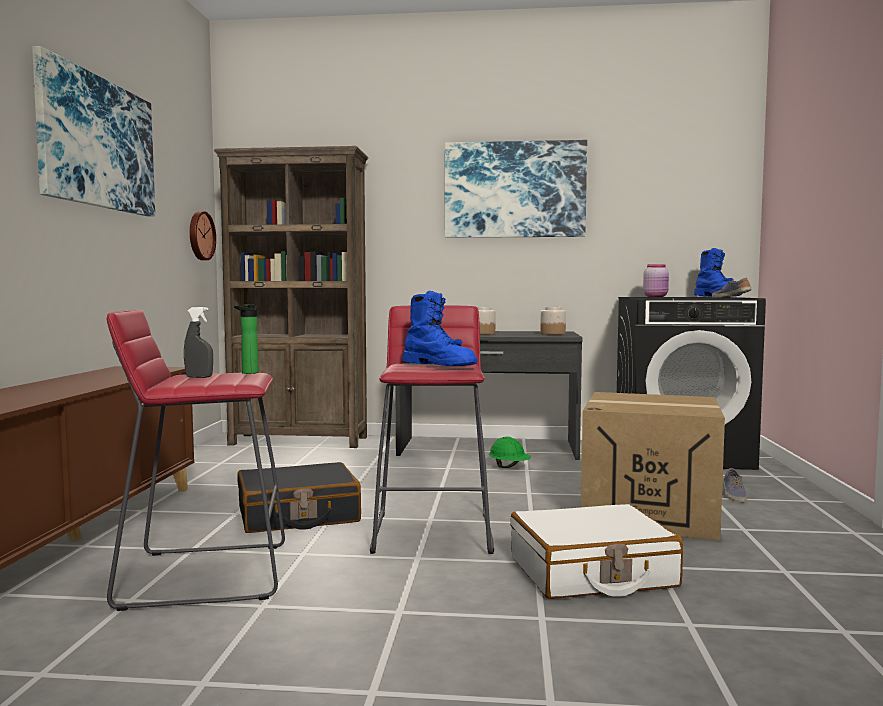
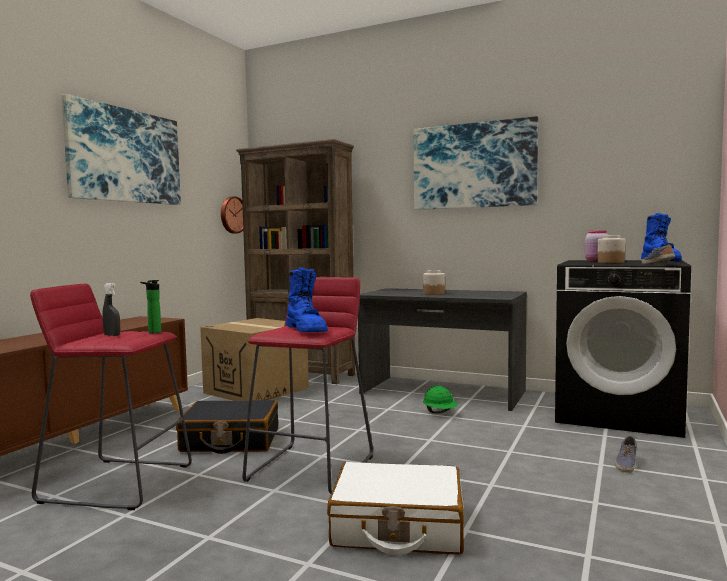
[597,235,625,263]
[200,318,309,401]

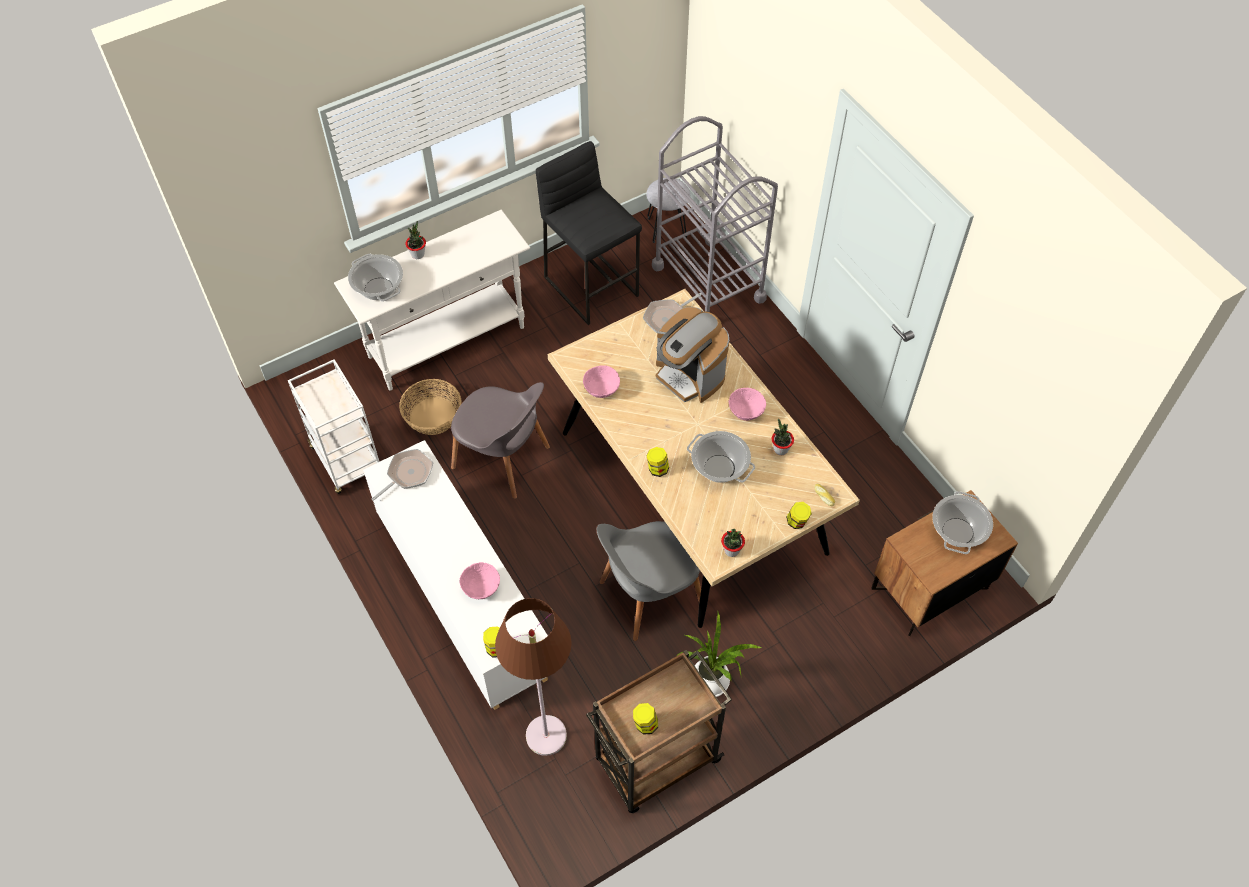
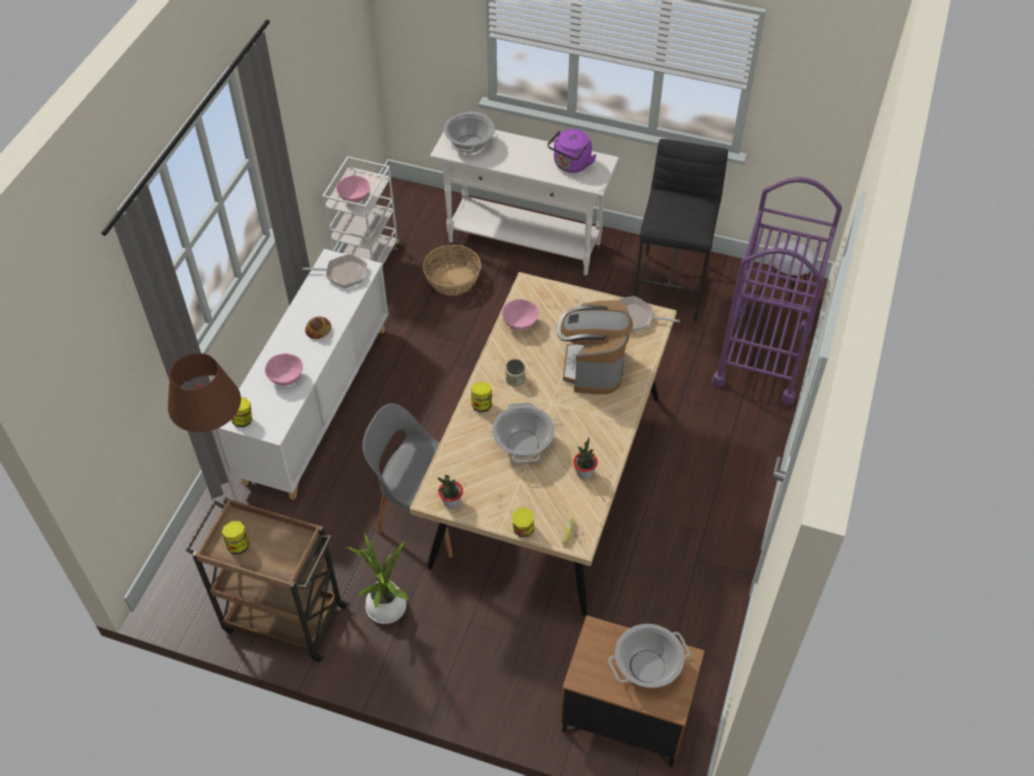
[712,177,842,404]
[405,221,426,259] (first image)
[451,382,550,499] (first image)
[336,176,370,203]
[548,129,597,173]
[305,316,332,339]
[505,359,525,386]

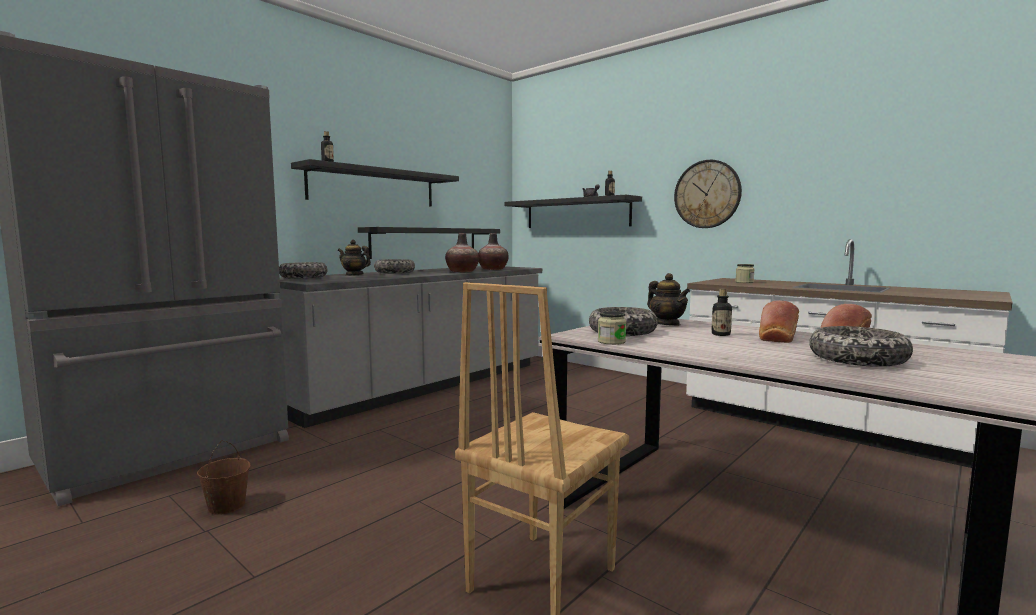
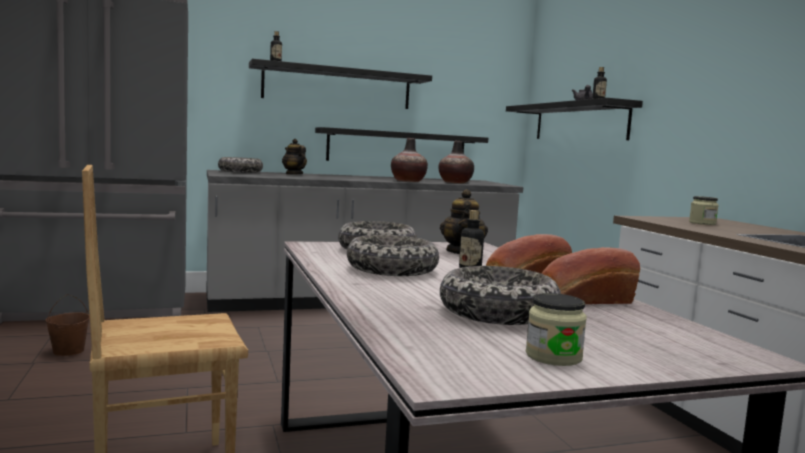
[674,160,742,228] (first image)
[347,235,439,276]
[526,293,587,366]

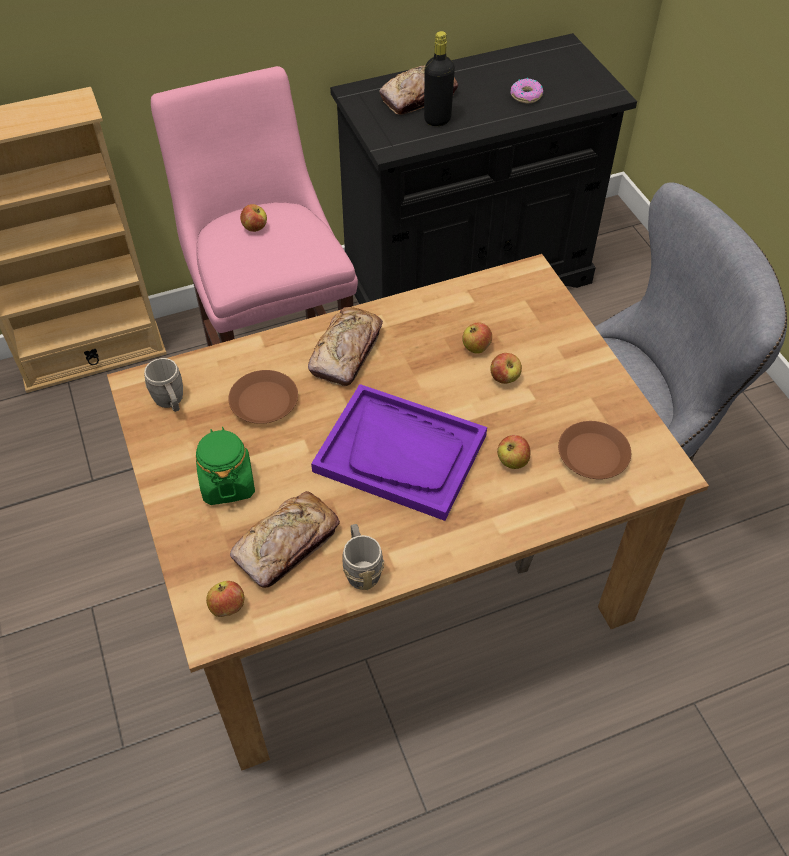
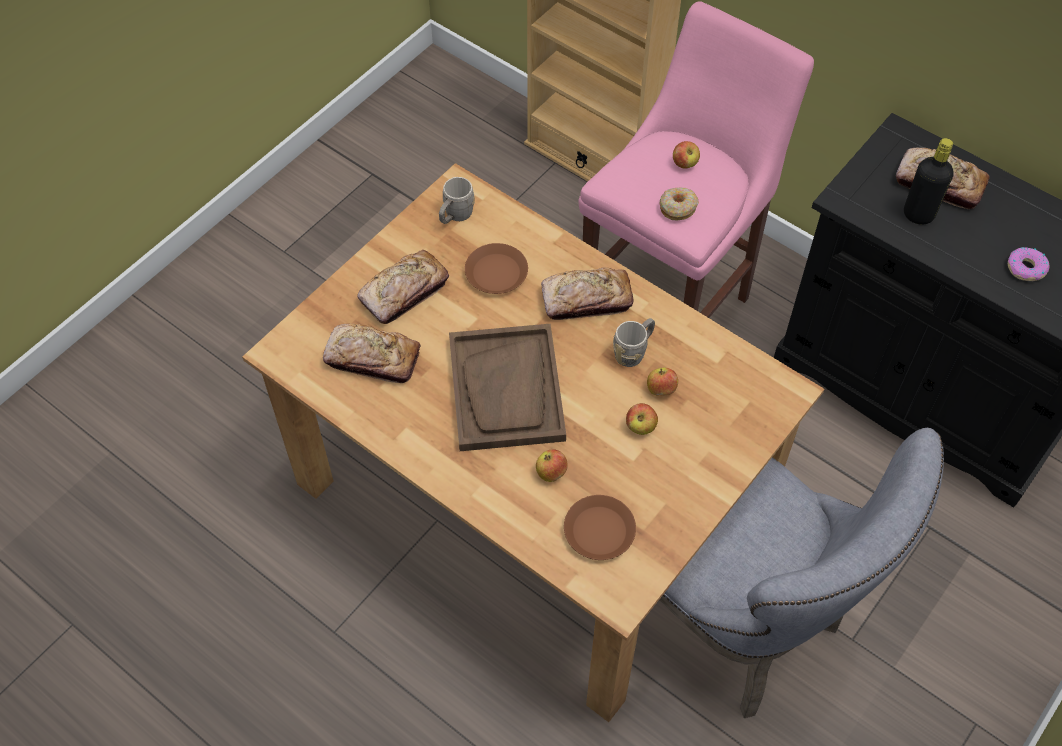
[449,324,566,451]
[357,250,449,324]
[613,318,655,367]
[206,581,244,617] (first image)
[660,188,699,221]

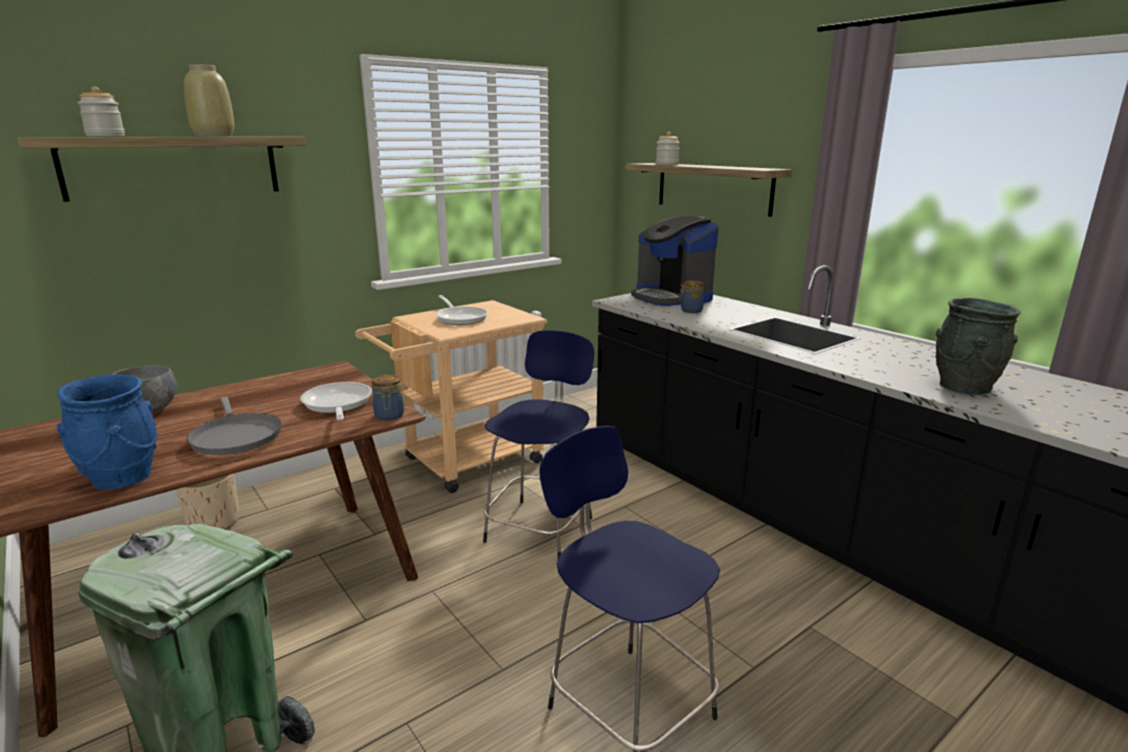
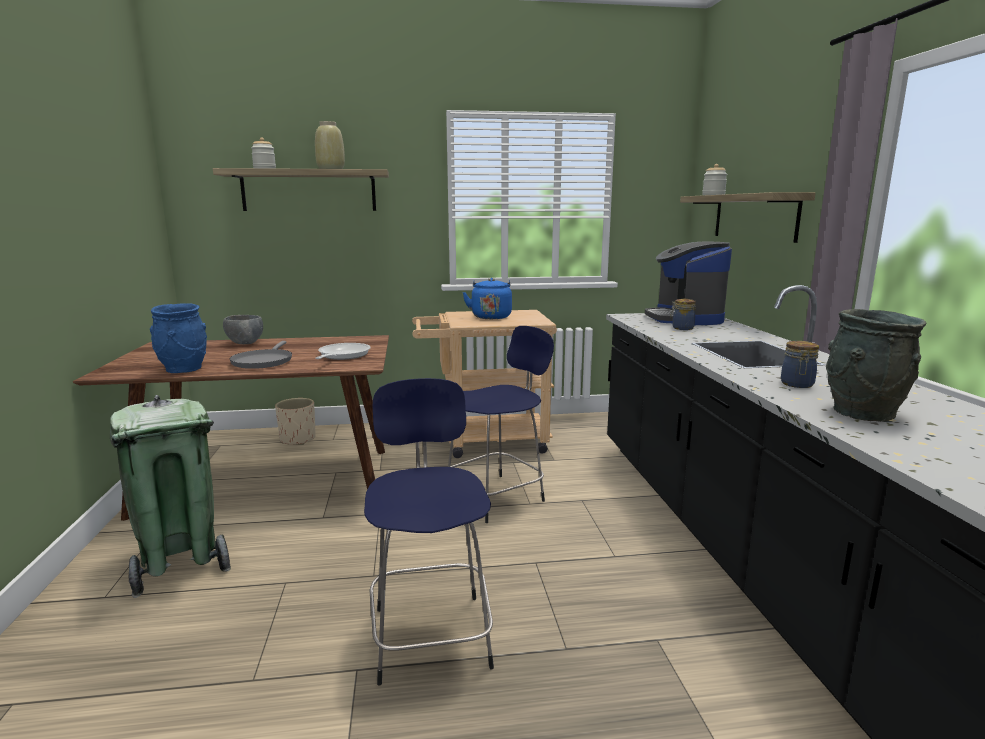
[462,278,512,319]
[781,341,819,388]

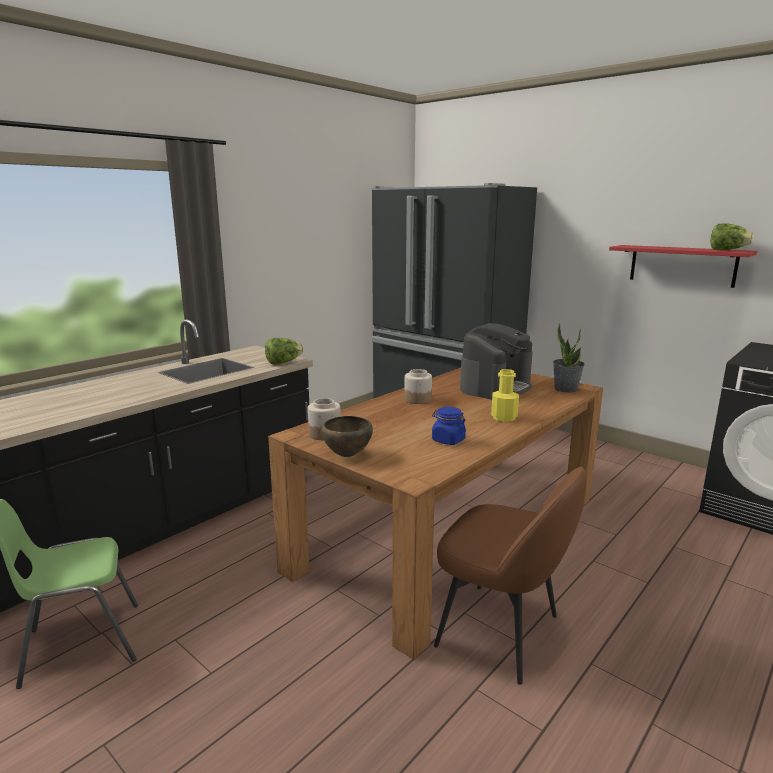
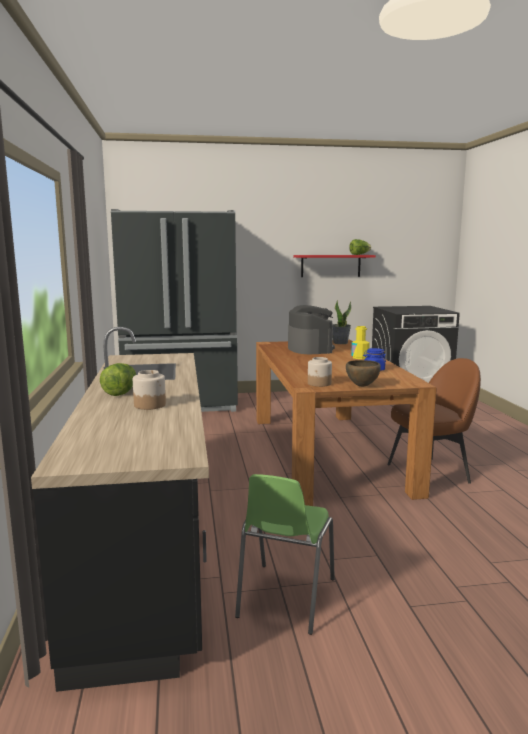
[100,363,136,396]
[133,370,166,410]

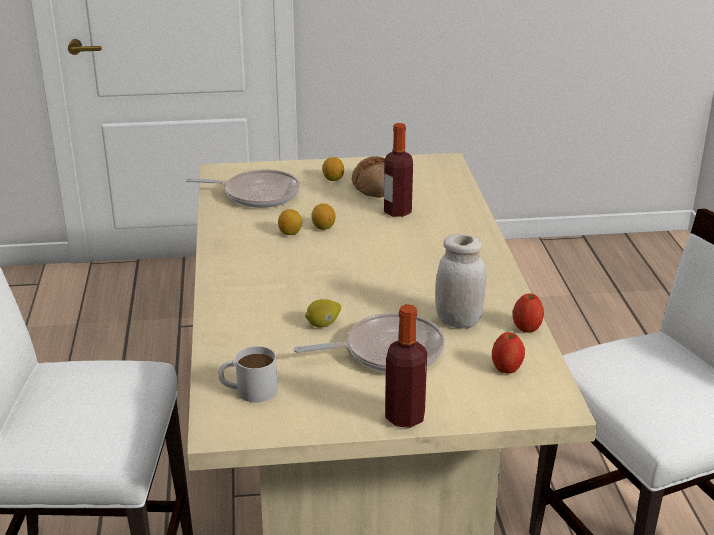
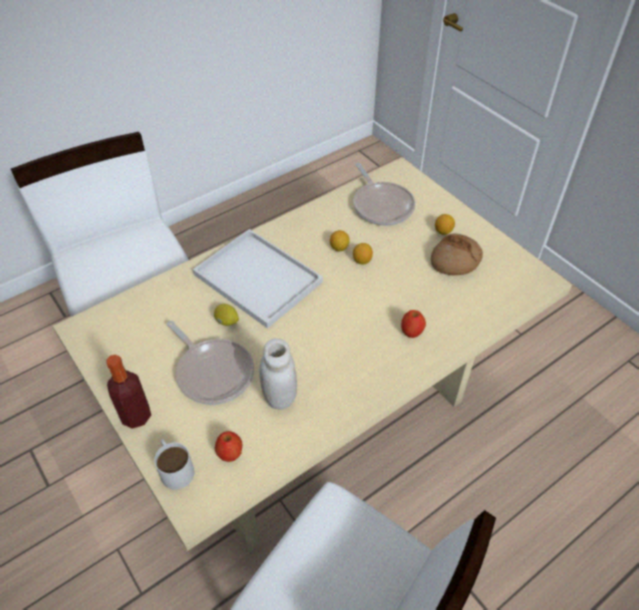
[384,123,413,217] (first image)
[401,310,426,338]
[154,439,194,490]
[193,229,323,329]

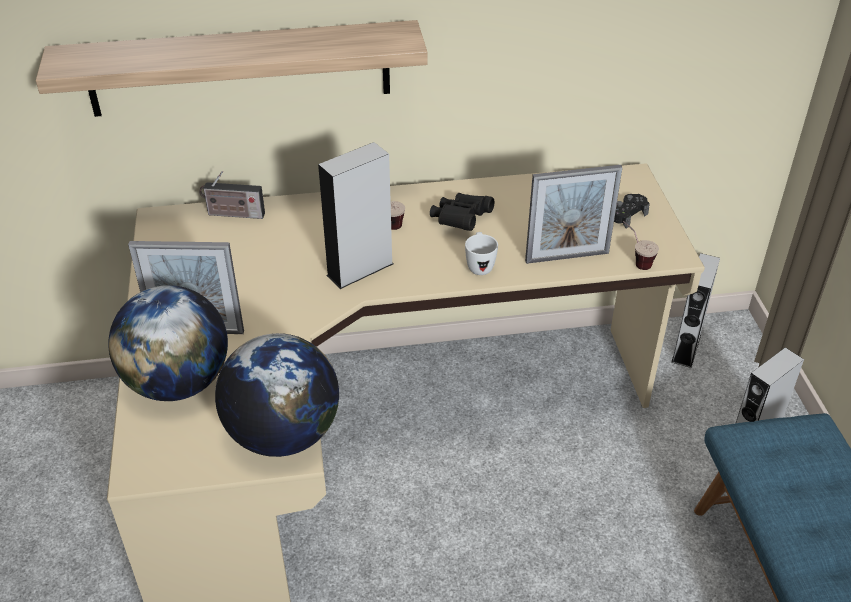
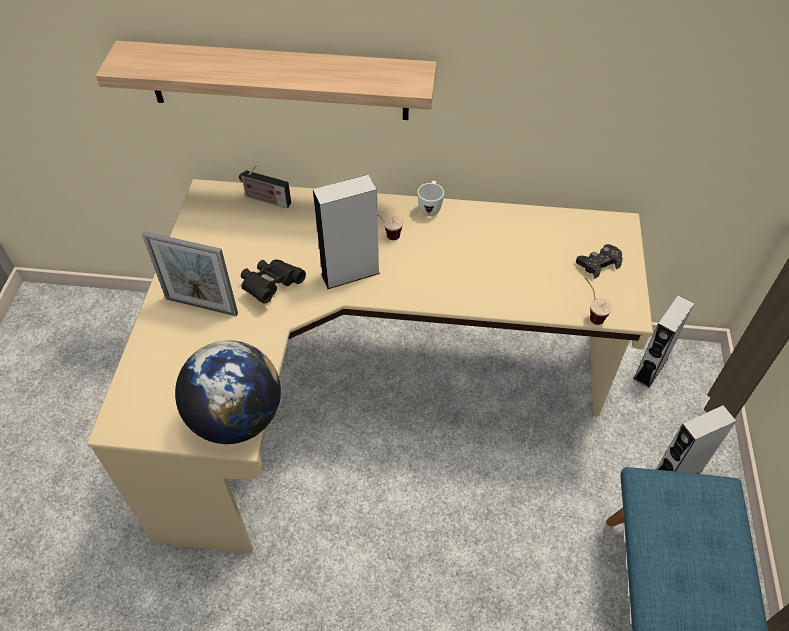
[525,165,623,264] (first image)
[241,260,306,303]
[418,181,444,216]
[108,285,228,401] (first image)

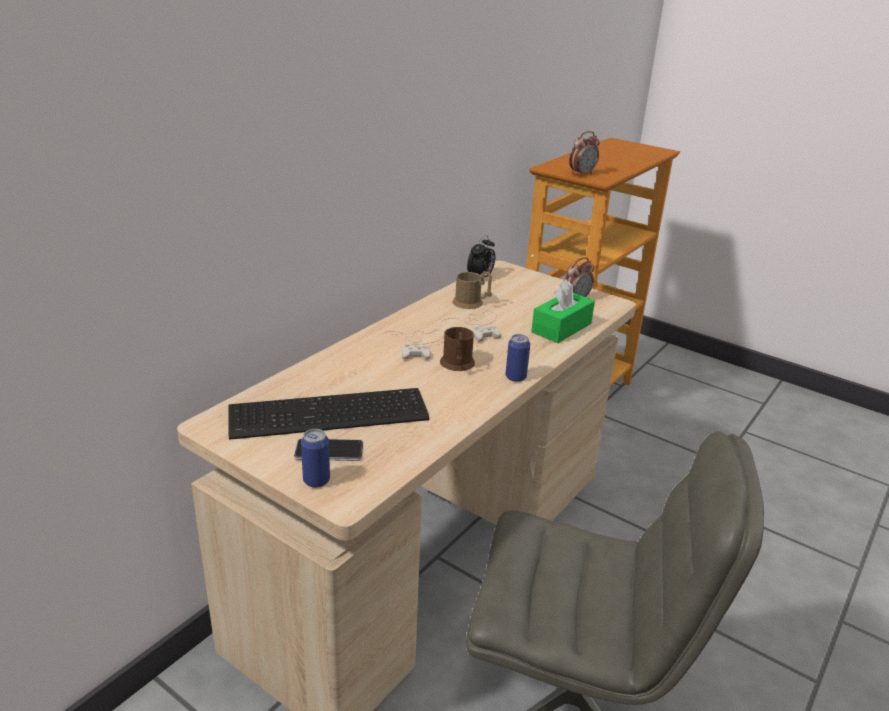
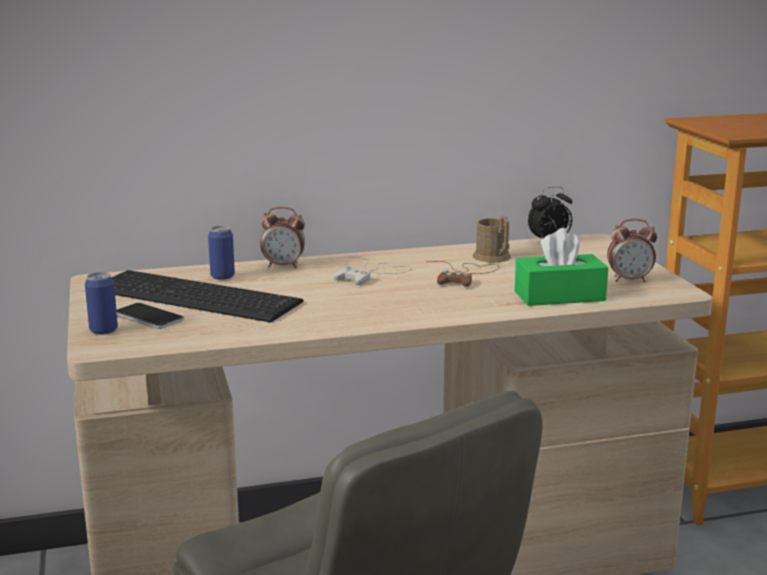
[260,207,305,268]
[428,261,499,287]
[440,327,475,371] (first image)
[208,226,235,280]

